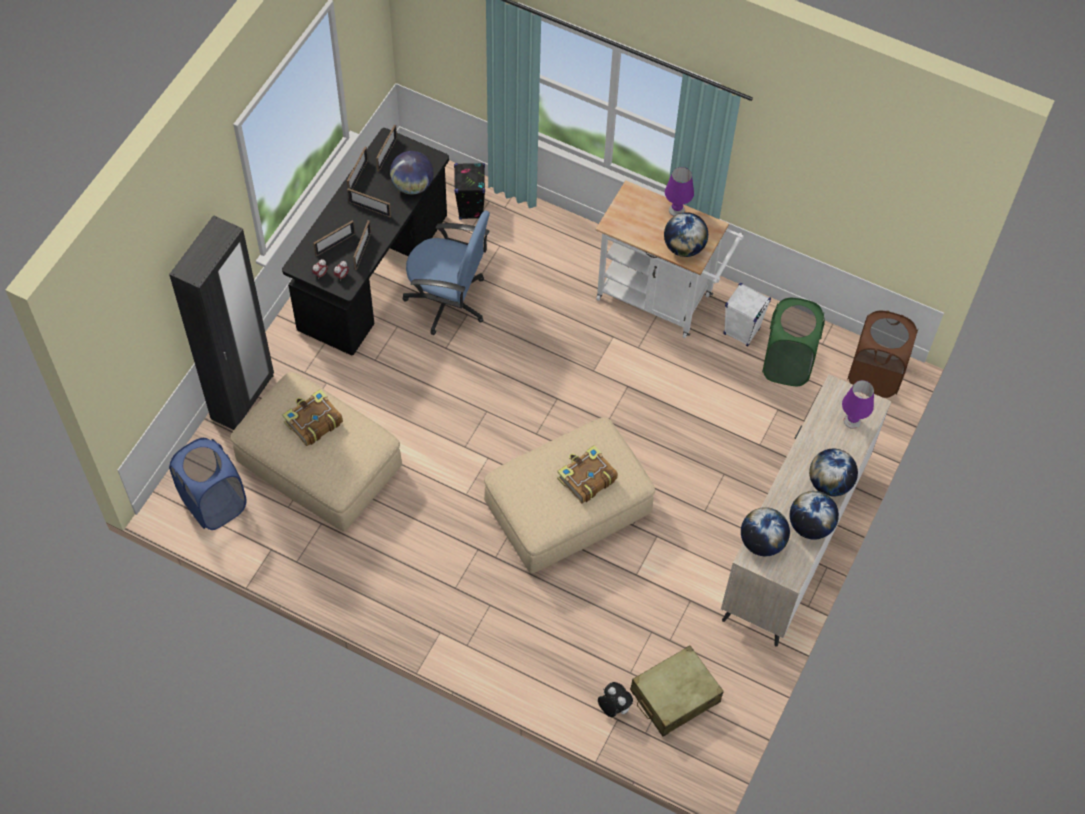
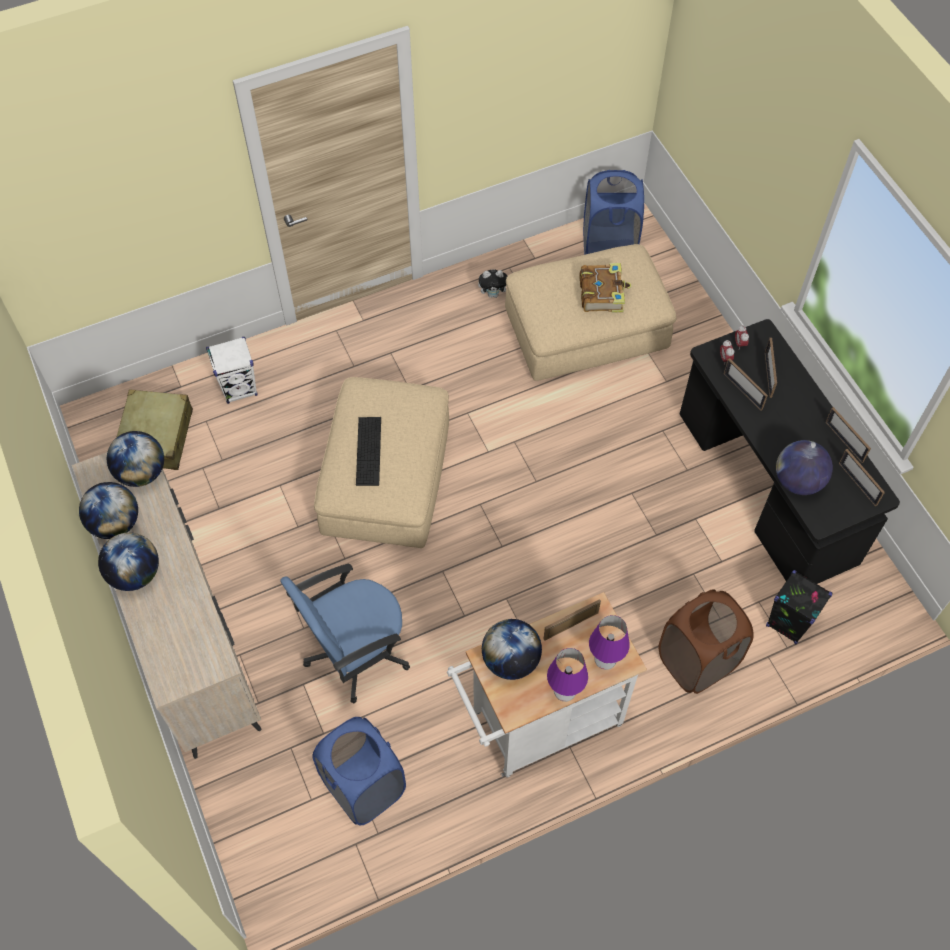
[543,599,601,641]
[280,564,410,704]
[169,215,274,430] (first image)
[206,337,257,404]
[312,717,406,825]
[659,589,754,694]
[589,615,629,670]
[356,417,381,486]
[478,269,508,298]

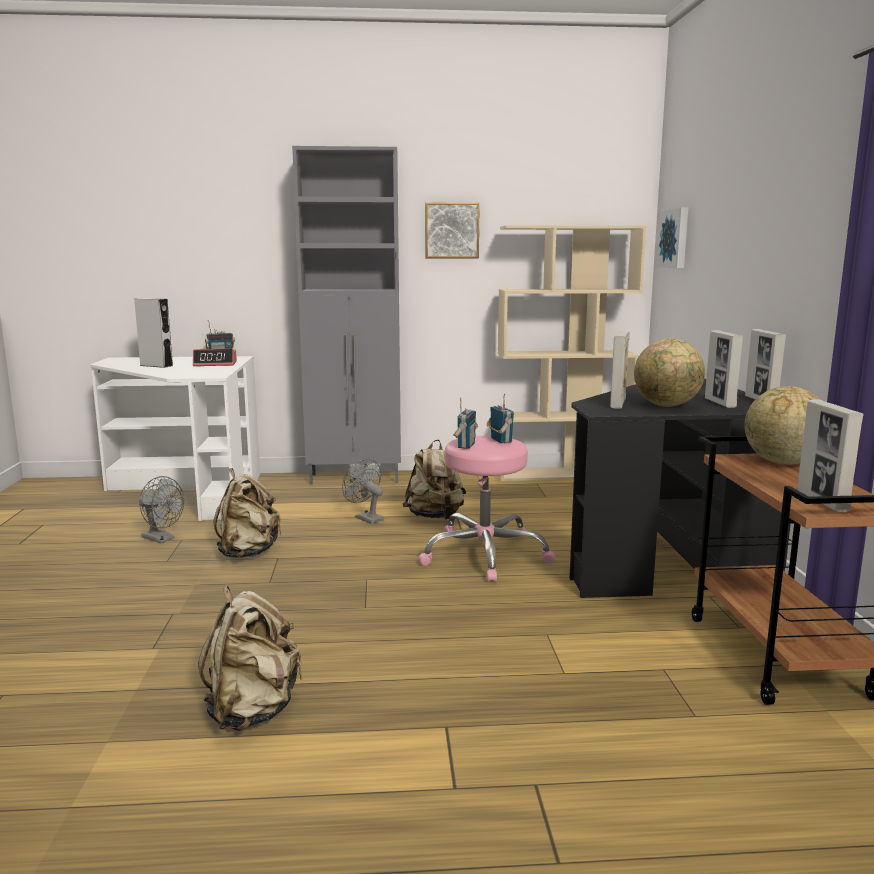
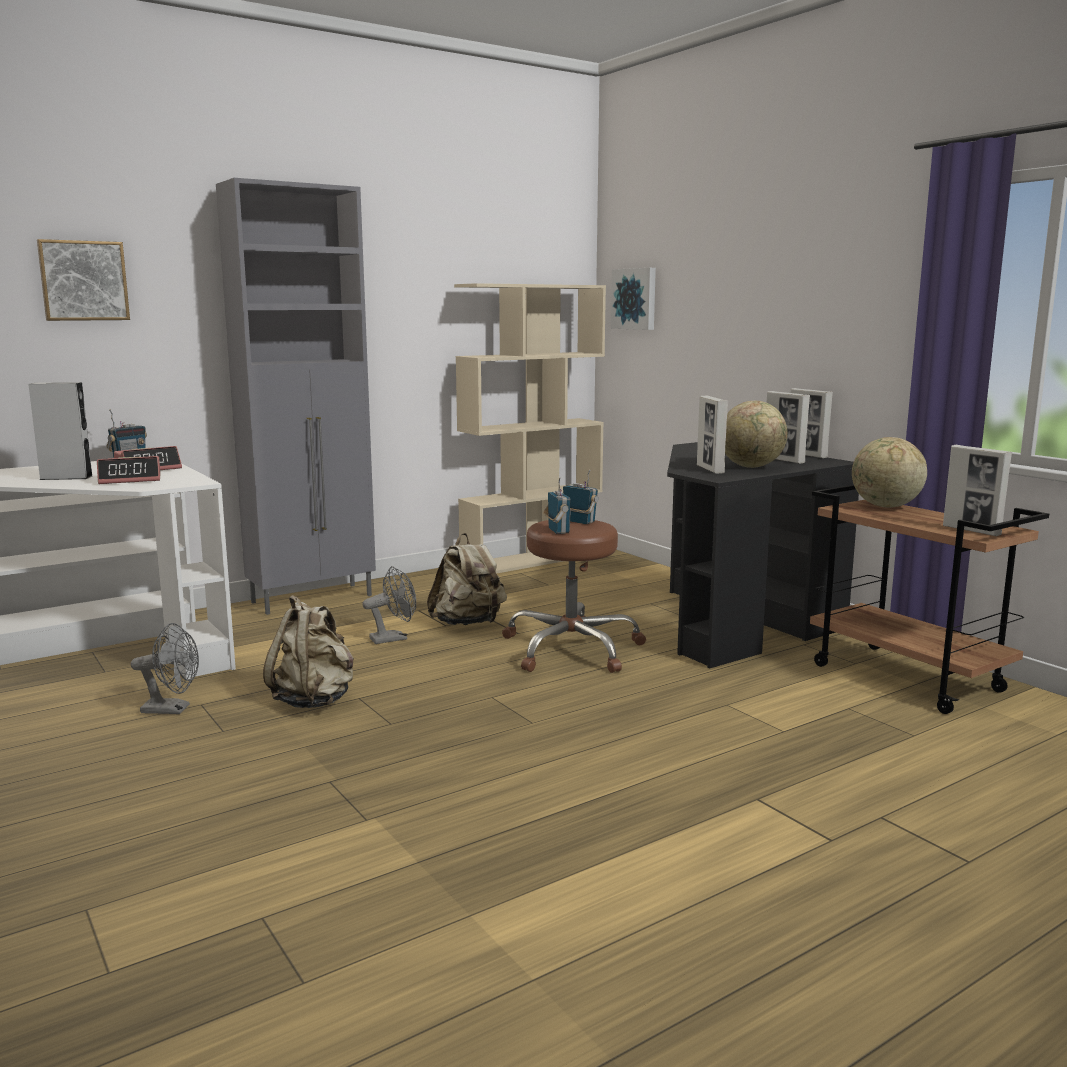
[37,239,130,321]
[502,520,646,673]
[362,566,416,644]
[198,586,303,731] (first image)
[97,456,161,484]

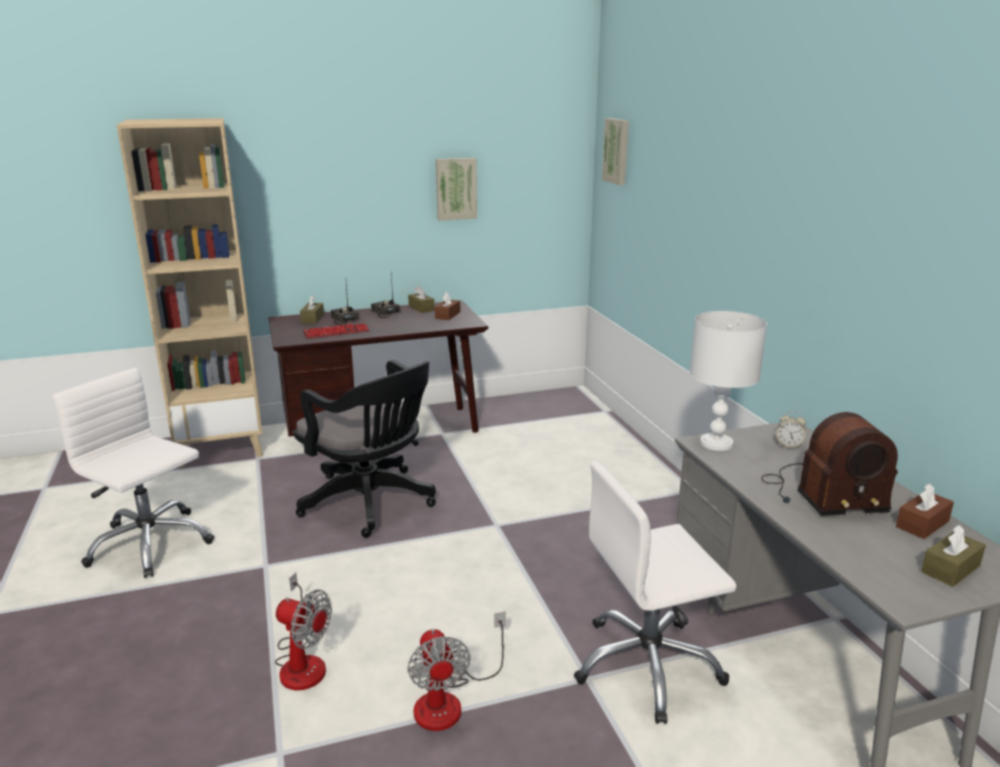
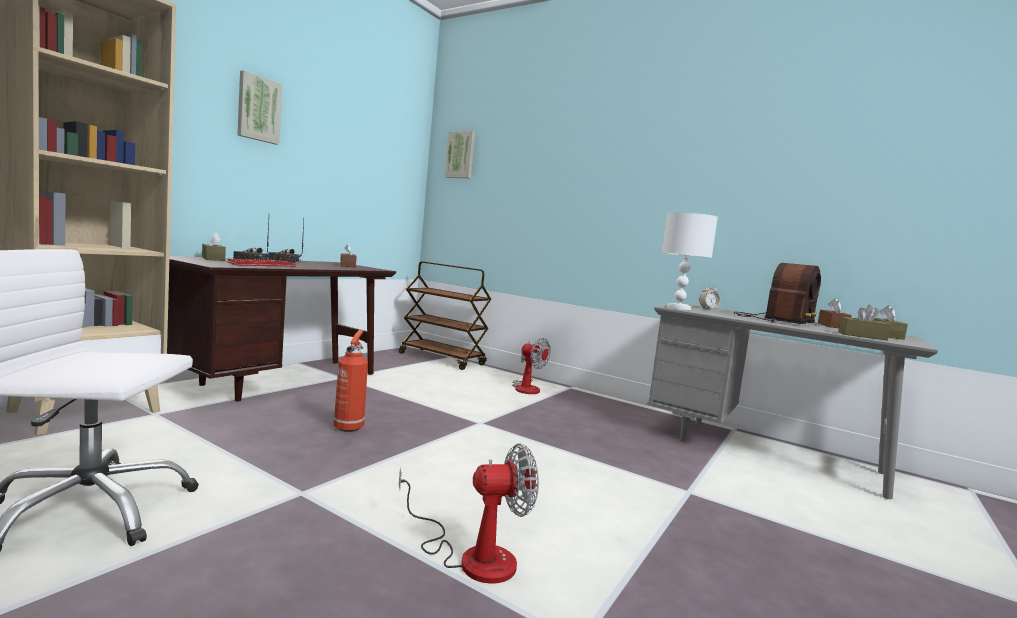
[238,70,282,145]
[839,304,891,340]
[333,330,368,432]
[574,461,736,724] (first image)
[512,338,551,394]
[399,261,491,370]

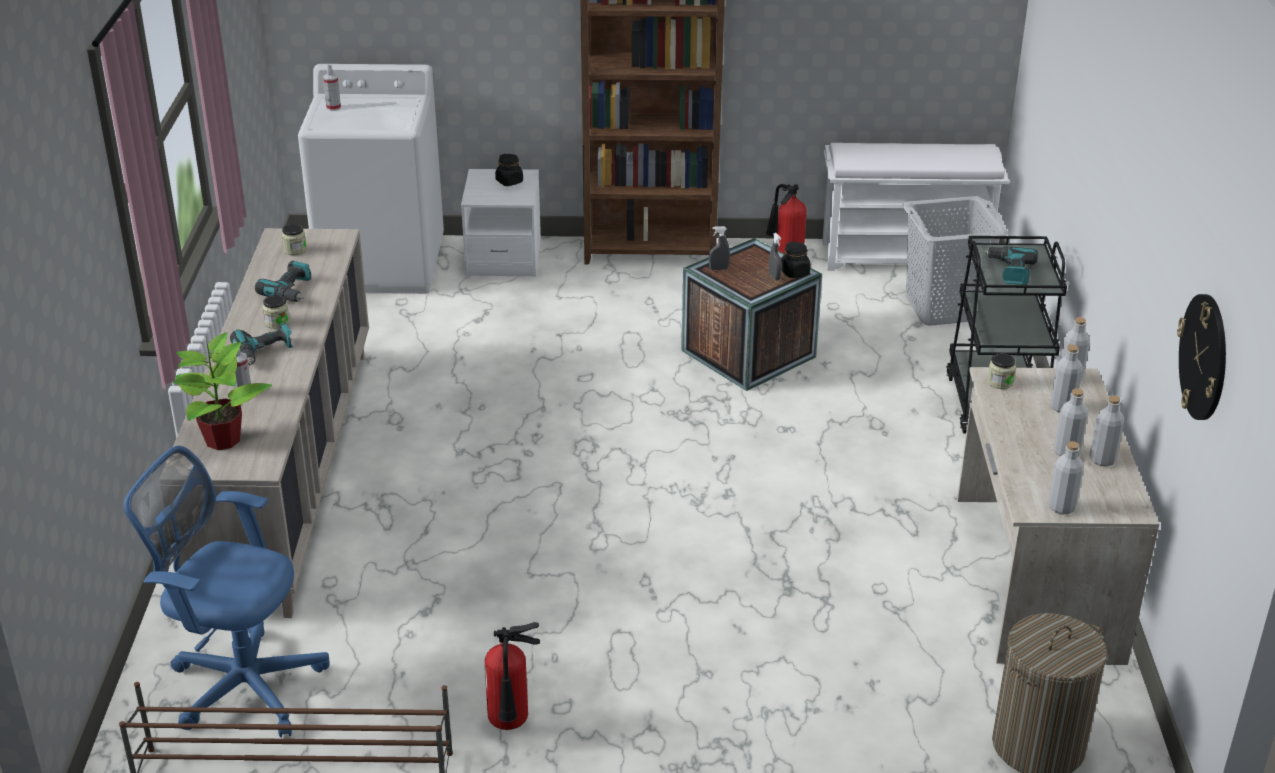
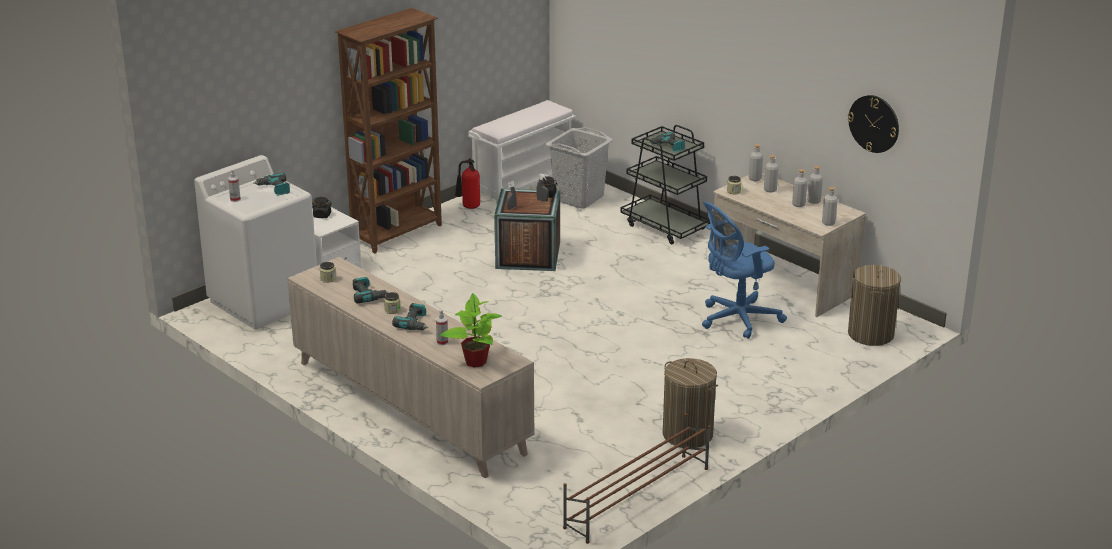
[702,202,787,339]
[663,358,718,448]
[253,173,290,196]

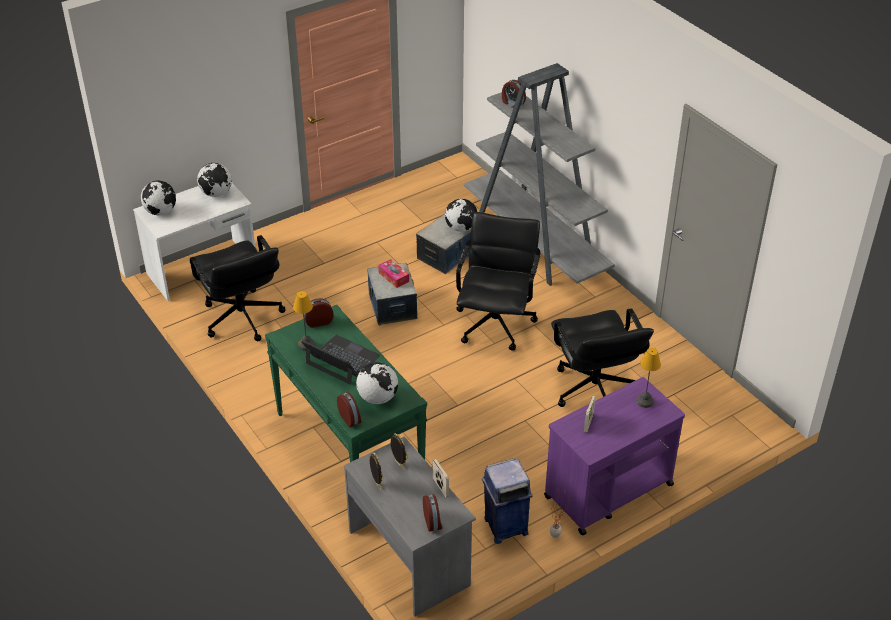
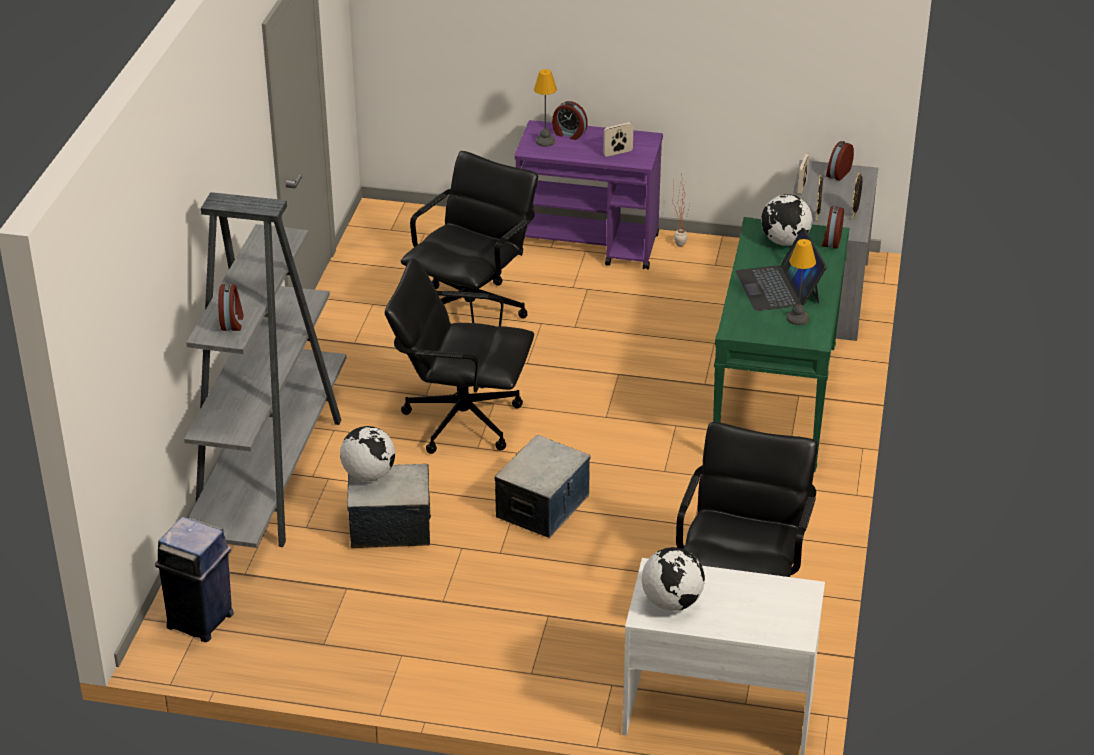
[141,181,176,215] (first image)
[385,258,534,454]
[378,259,409,288] (first image)
[552,101,588,140]
[155,517,234,642]

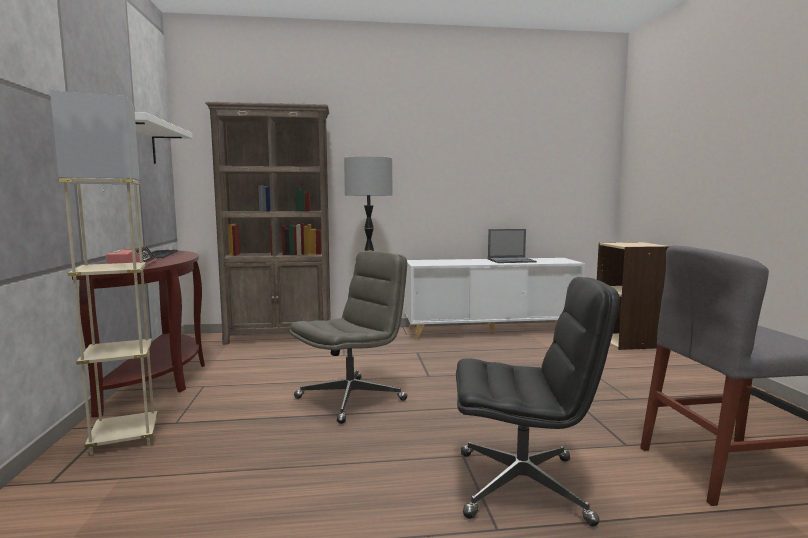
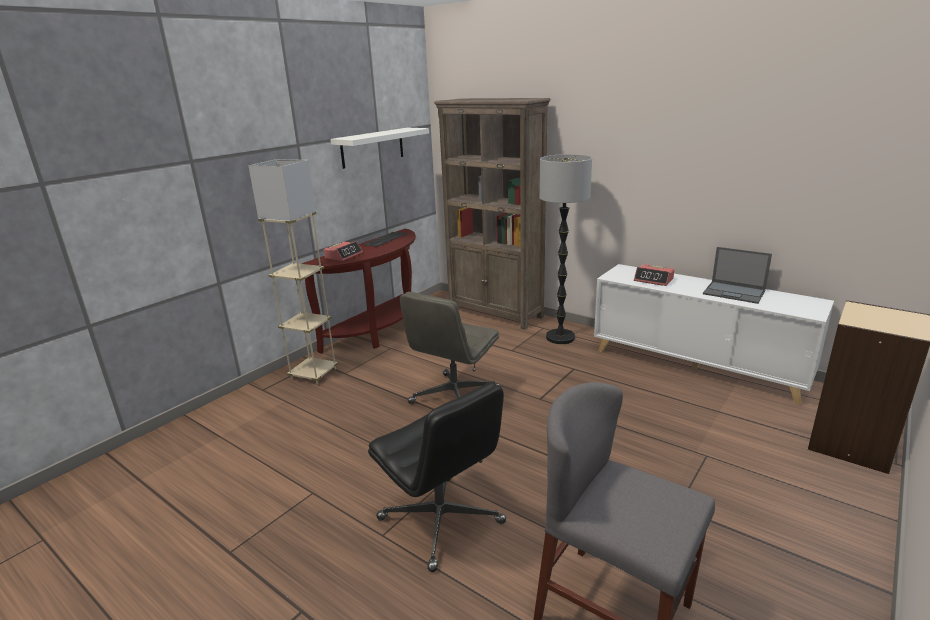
[400,292,500,404]
[634,264,674,286]

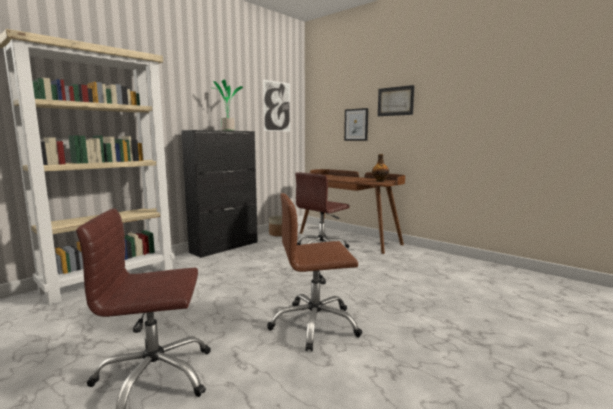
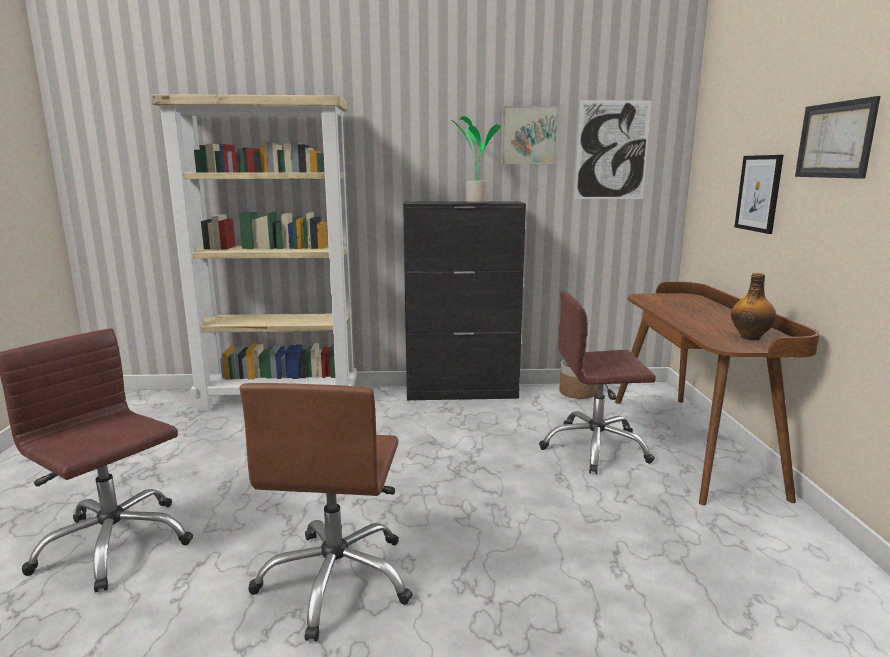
[240,383,413,641]
[501,106,559,164]

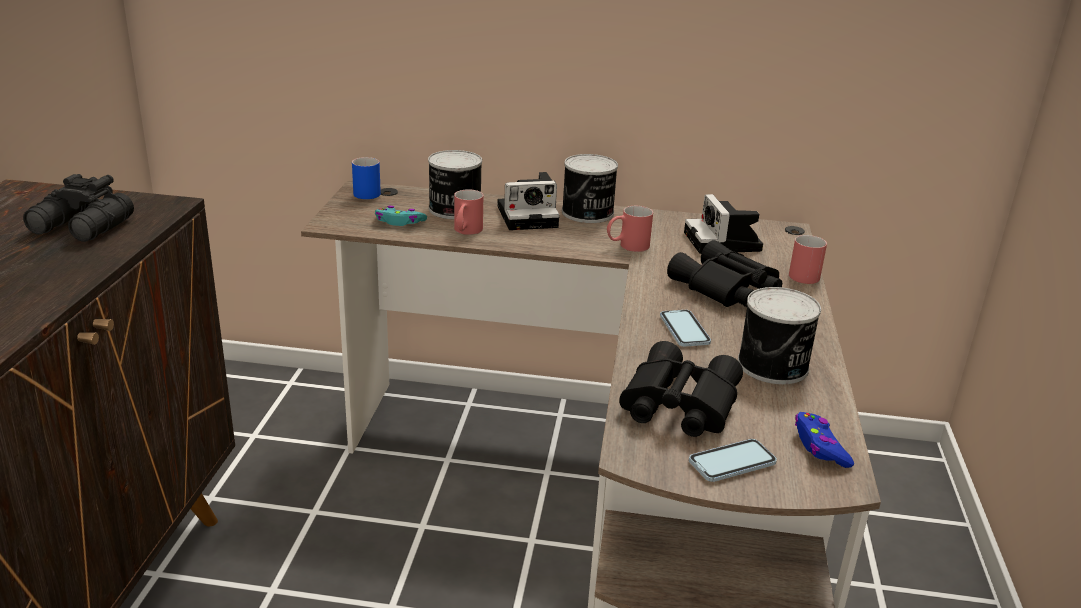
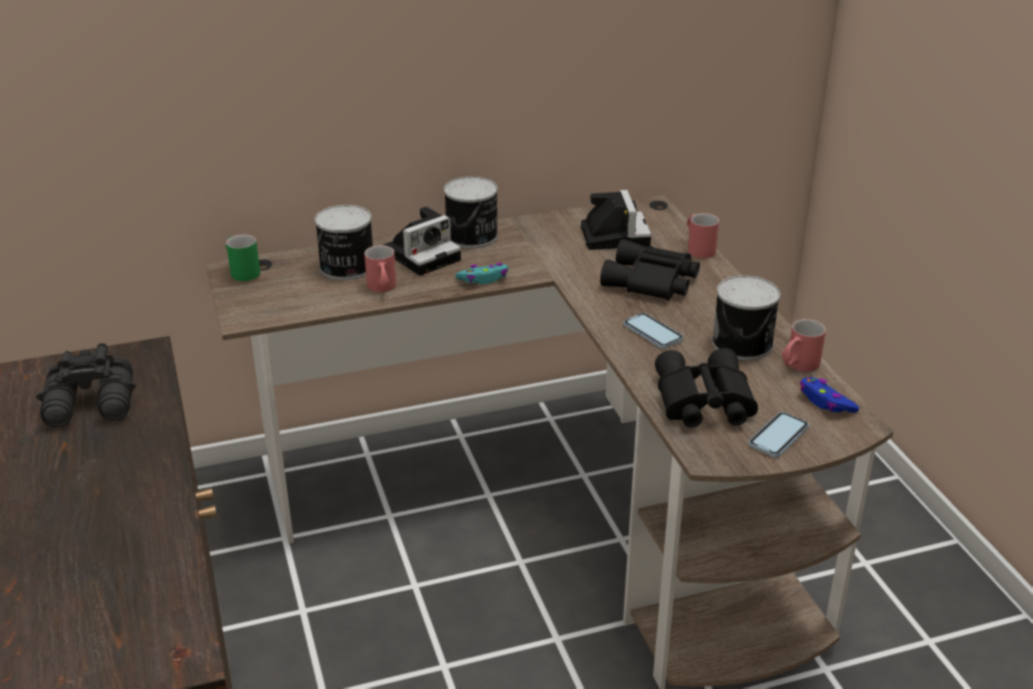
[226,235,260,281]
[580,190,651,250]
[455,263,508,284]
[782,319,826,372]

